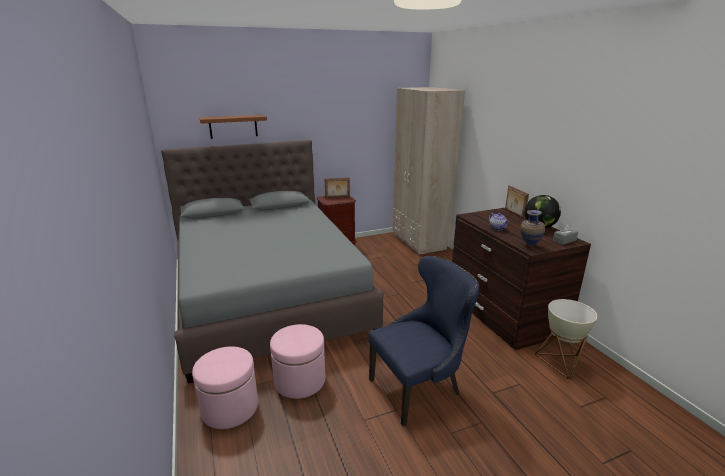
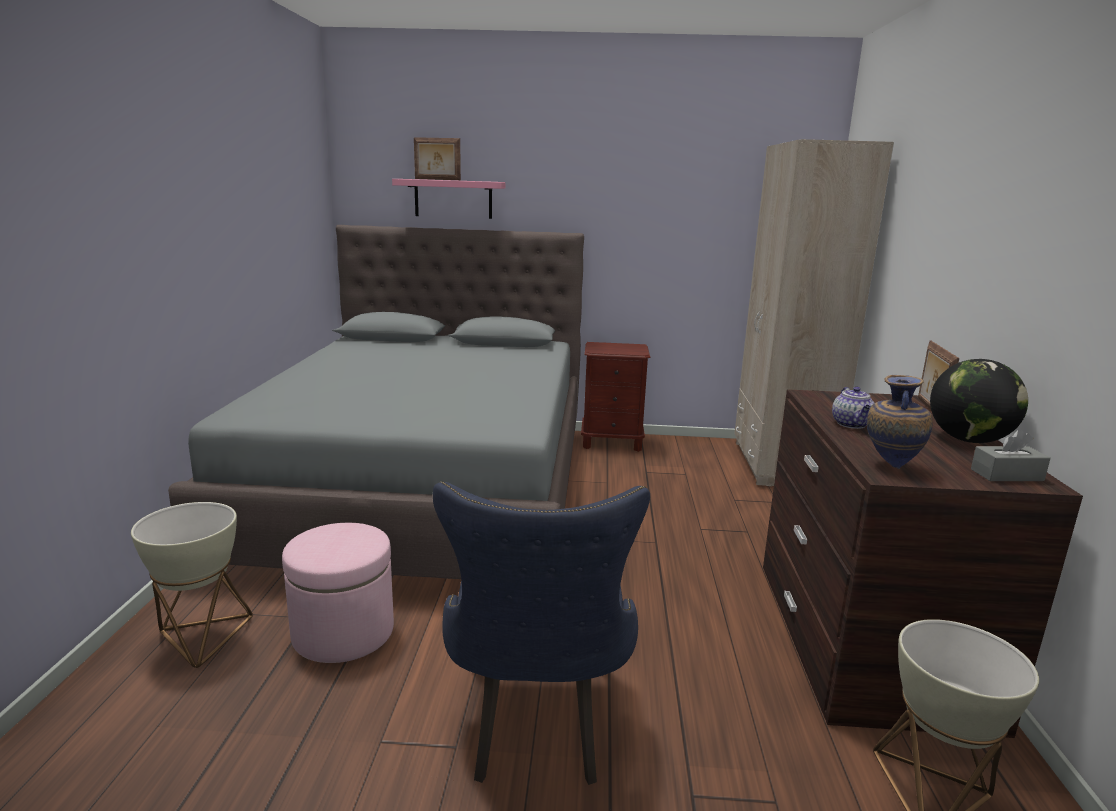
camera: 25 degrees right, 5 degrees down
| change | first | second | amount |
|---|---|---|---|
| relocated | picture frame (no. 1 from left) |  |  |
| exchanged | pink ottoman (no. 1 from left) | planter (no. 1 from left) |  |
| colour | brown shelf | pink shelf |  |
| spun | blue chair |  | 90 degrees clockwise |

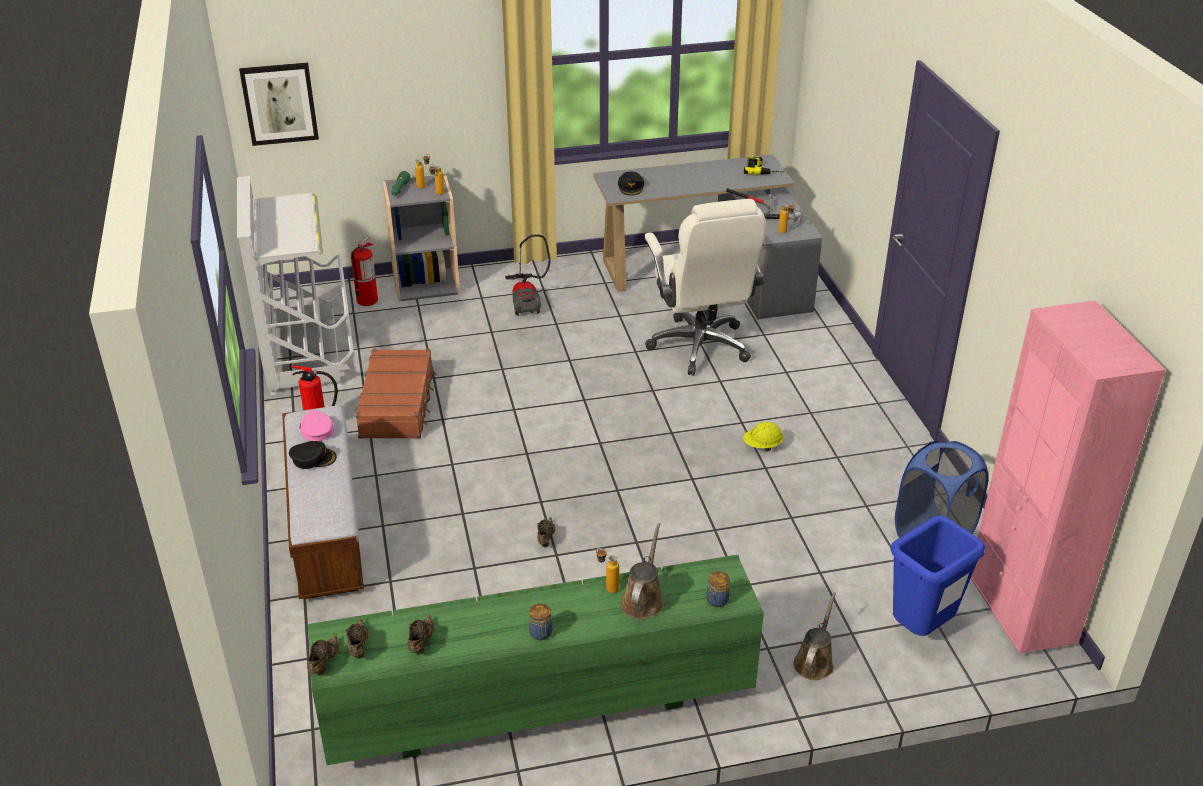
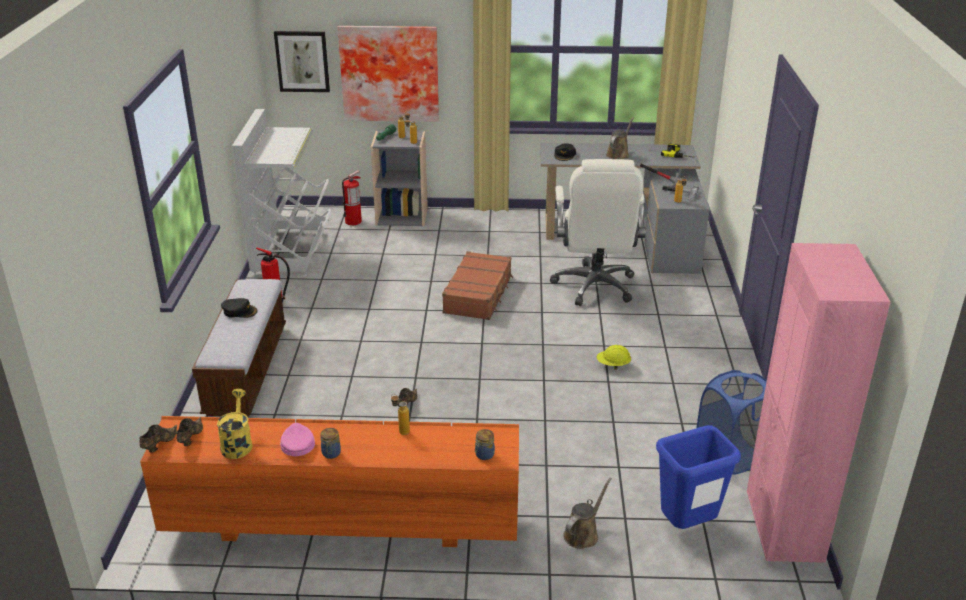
camera: 15 degrees right, 5 degrees down
| change | first | second | amount |
|---|---|---|---|
| missing | vacuum cleaner |  |  |
| appeared |  | picture (no. 2 from left) |  |
| relocated | pink cap |  |  |
| relocated | brown suitcase |  |  |
| relocated | brown watering can (no. 1 from left in the first image) | brown watering can (no. 2 from left) |  |
| exchanged | brown shoe (no. 3 from left) | yellow watering can |  |
| colour | green cabinet | orange cabinet |  |

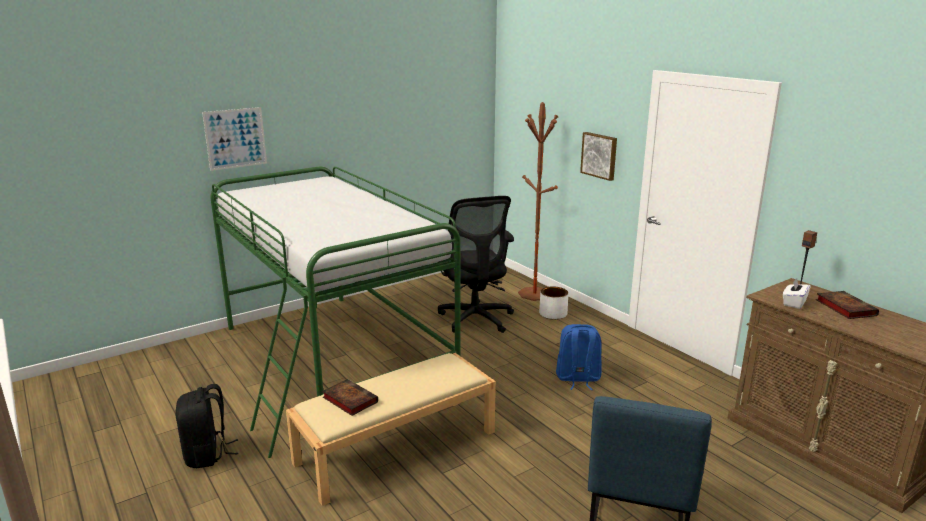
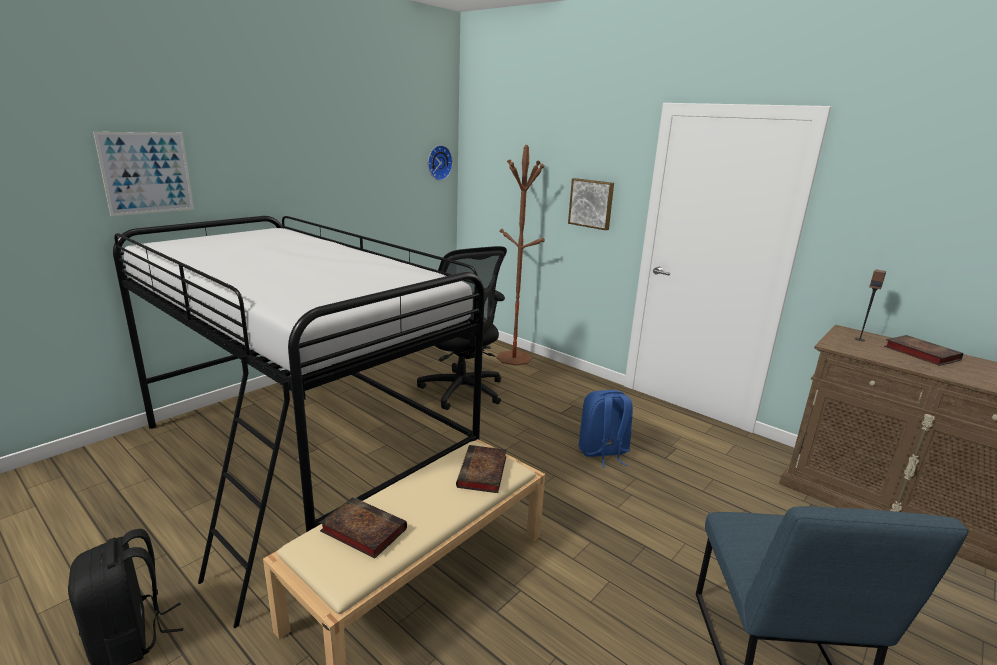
camera: 15 degrees left, 0 degrees up
| change | first | second | amount |
|---|---|---|---|
| missing | white planter |  |  |
| missing | white tissue box |  |  |
| appeared |  | wall clock |  |
| appeared |  | book (no. 2 from left) |  |
| colour | green bed | black bed |  |

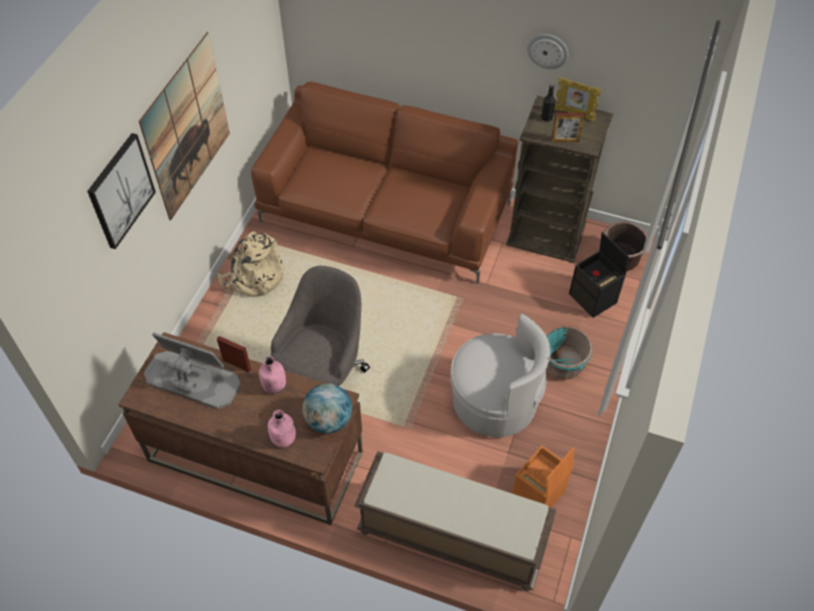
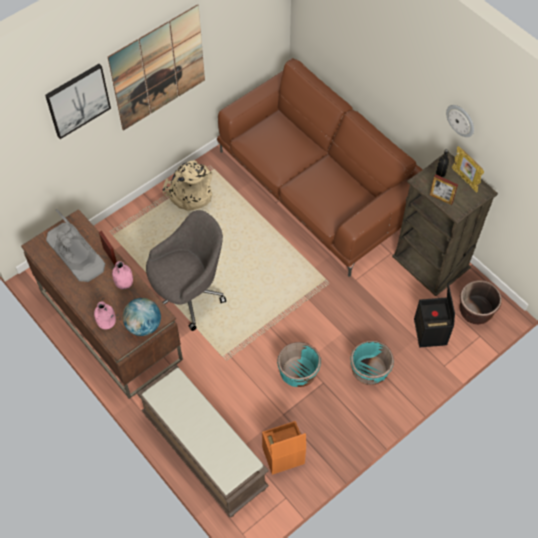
camera: 30 degrees right, 5 degrees up
| change | first | second | amount |
|---|---|---|---|
| exchanged | white armchair | turquoise planter (no. 1 from left) |  |

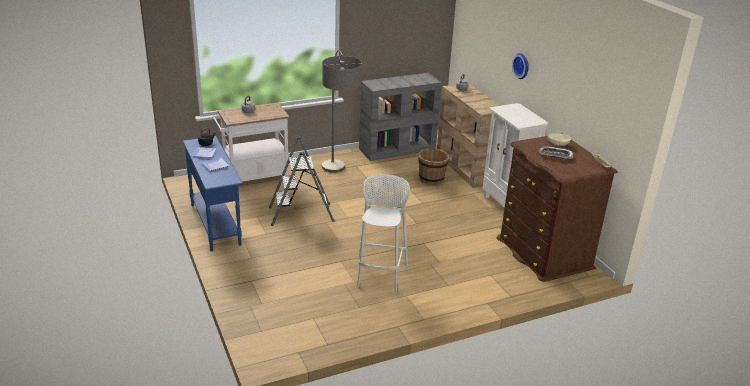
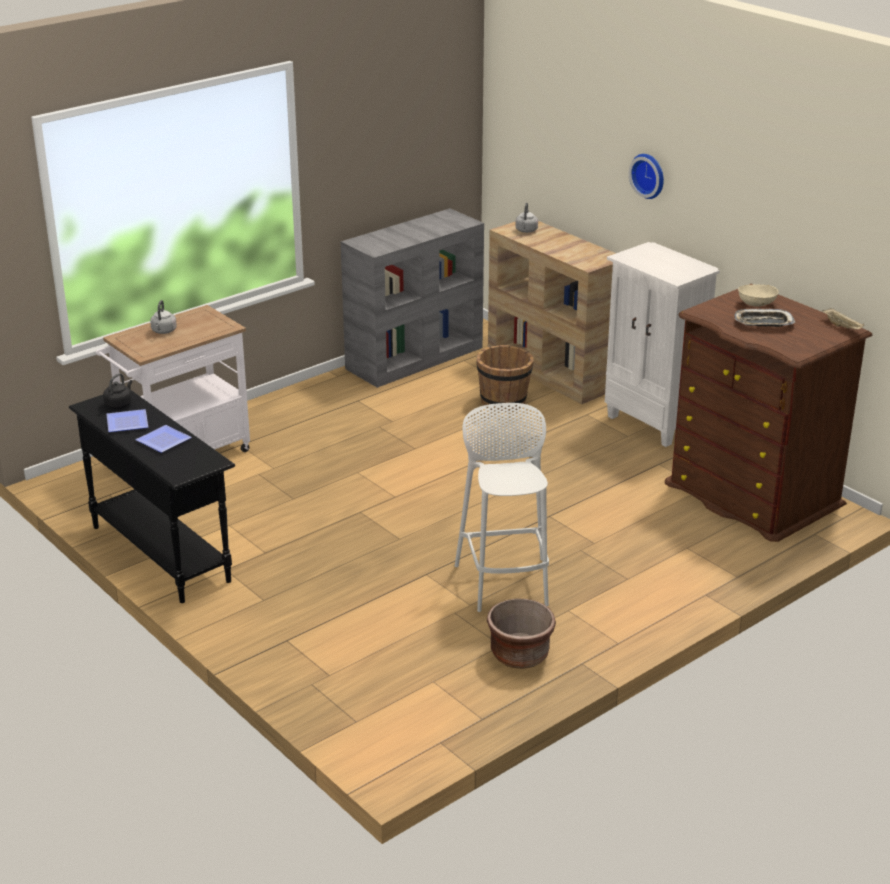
camera: 15 degrees left, 0 degrees up
| change | first | second | amount |
|---|---|---|---|
| missing | grey step ladder |  |  |
| missing | floor lamp |  |  |
| appeared |  | brown planter |  |
| colour | blue console table | black console table |  |

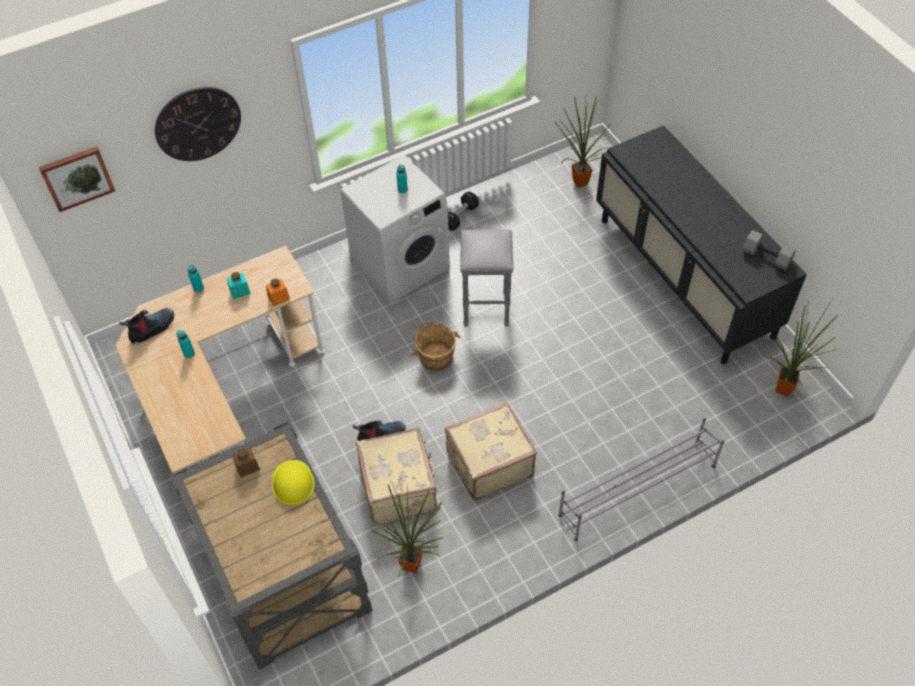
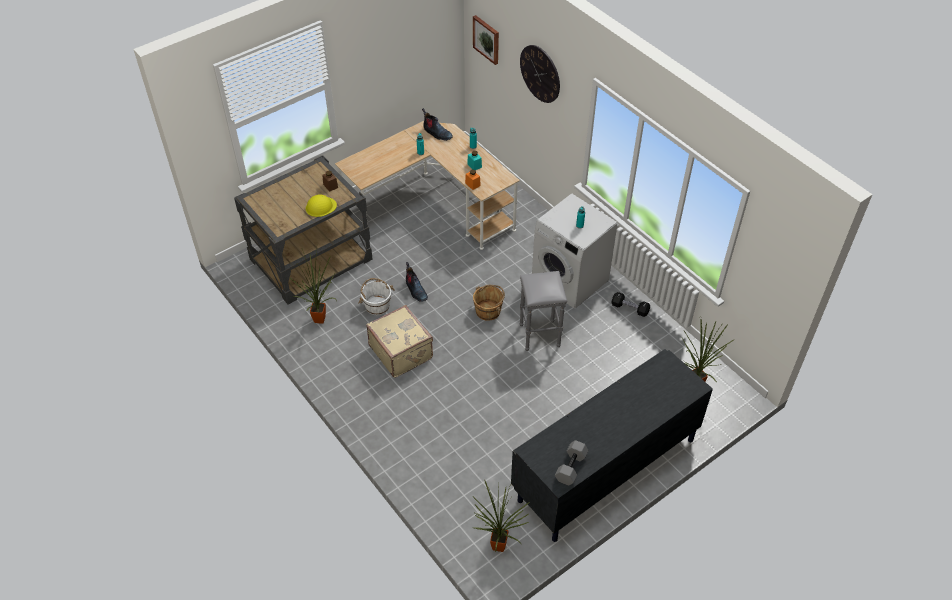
camera: 80 degrees right, 5 degrees down
| change | first | second | amount |
|---|---|---|---|
| missing | grey shoe rack |  |  |
| exchanged | beige suitcase (no. 1 from left) | white bucket |  |

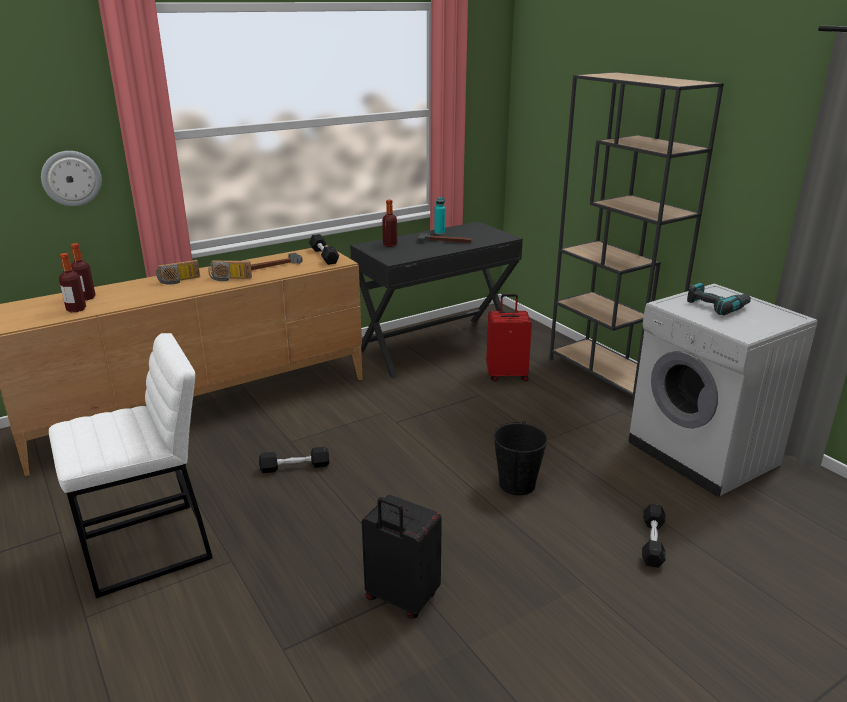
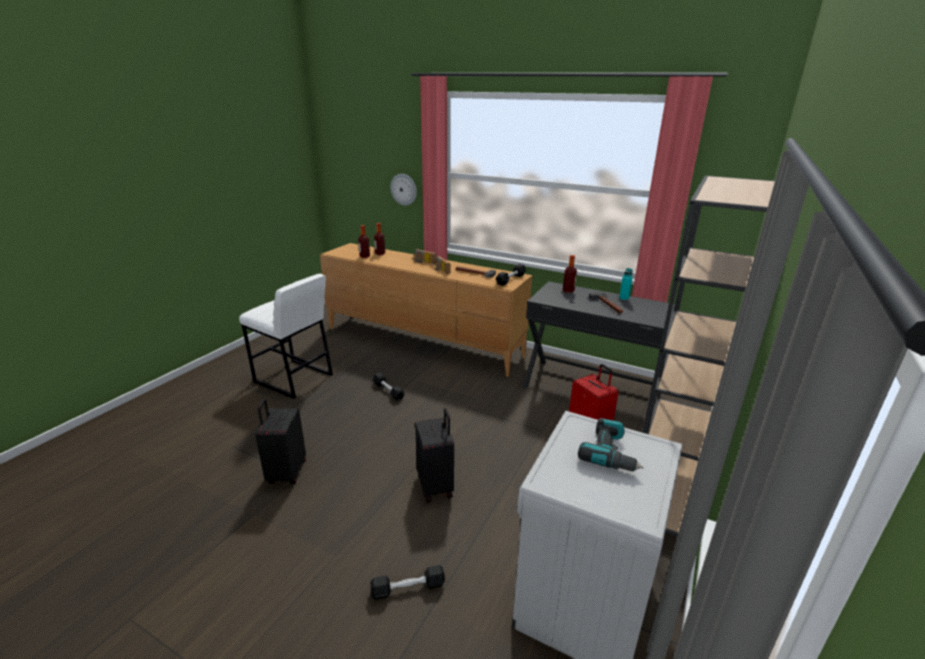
camera: 60 degrees right, 0 degrees up
| change | first | second | amount |
|---|---|---|---|
| exchanged | black bucket | black suitcase (no. 2 from left) |  |

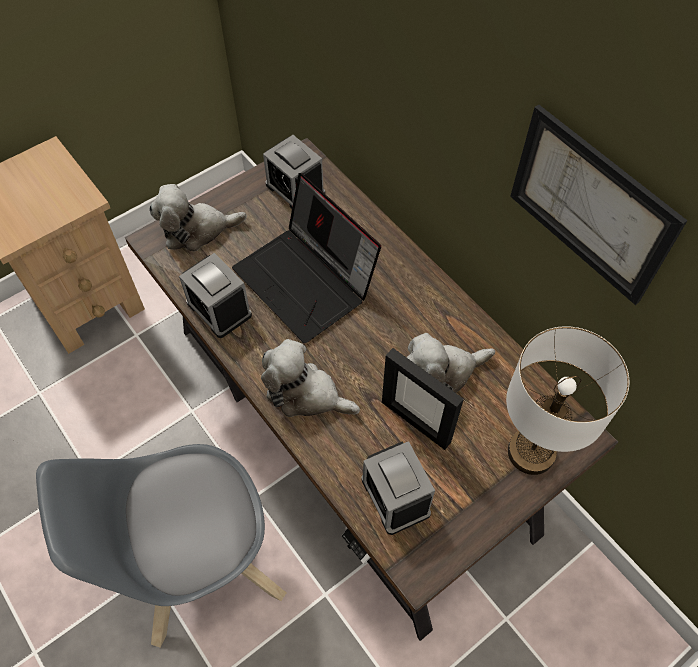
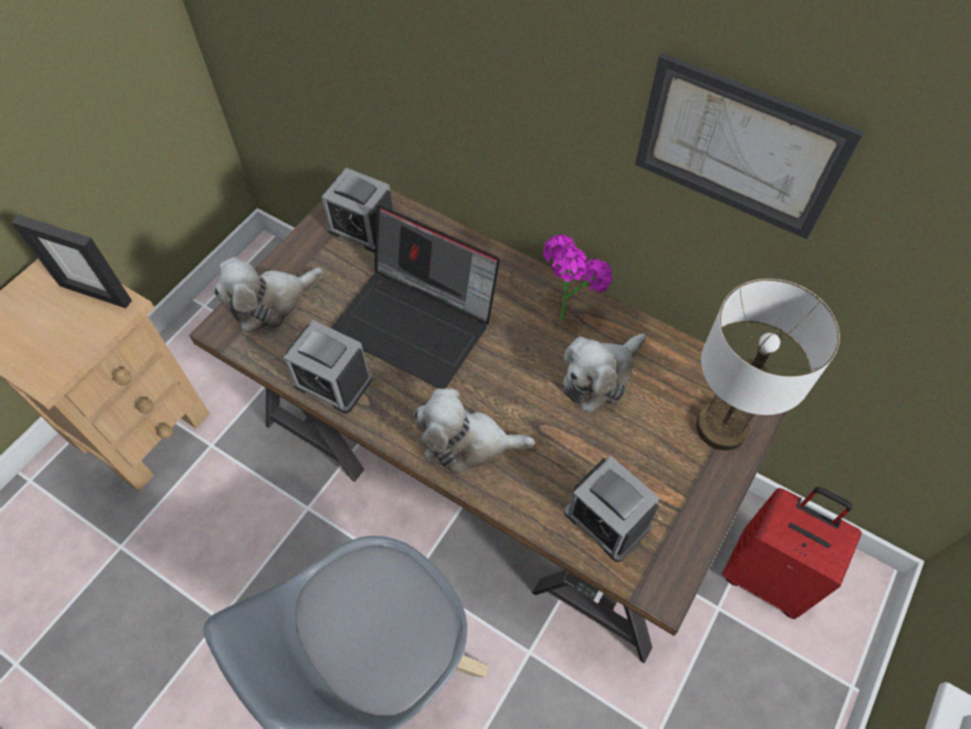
camera: 20 degrees left, 0 degrees up
| change | first | second | amount |
|---|---|---|---|
| appeared |  | potted plant |  |
| appeared |  | red suitcase |  |
| relocated | picture frame |  |  |

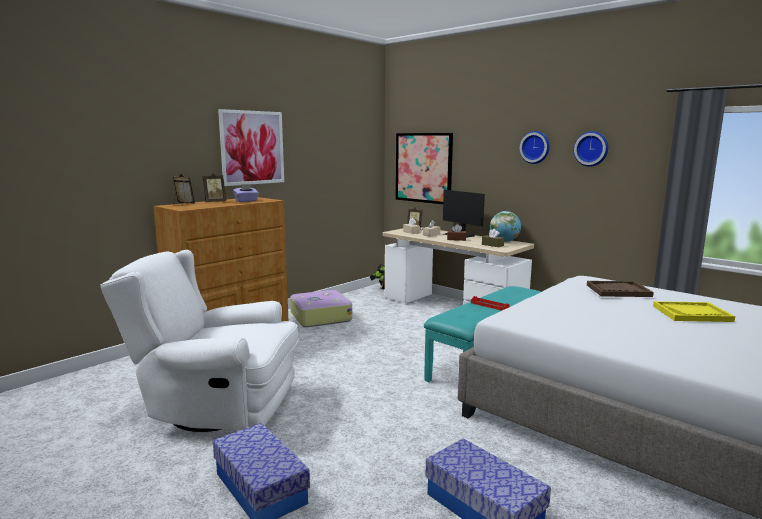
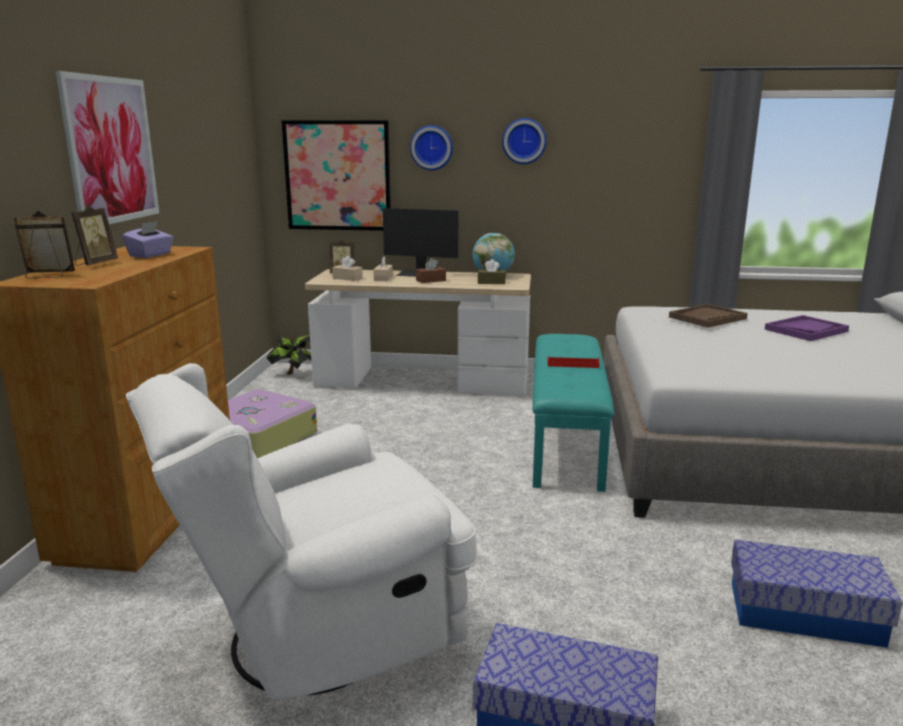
camera: 35 degrees left, 5 degrees up
| change | first | second | amount |
|---|---|---|---|
| relocated | wall clock (no. 2 from left in the first image) | wall clock (no. 1 from left) |  |
| colour | yellow tray | purple tray |  |

